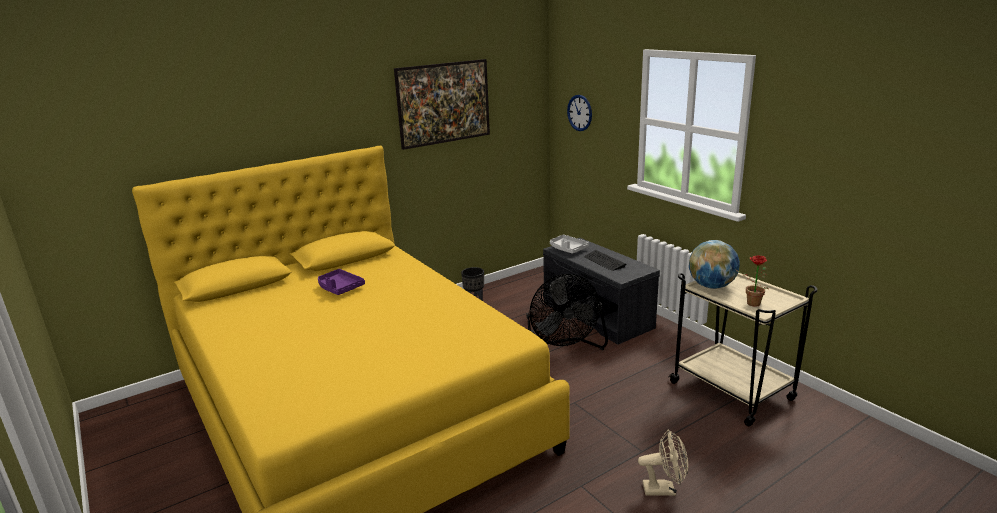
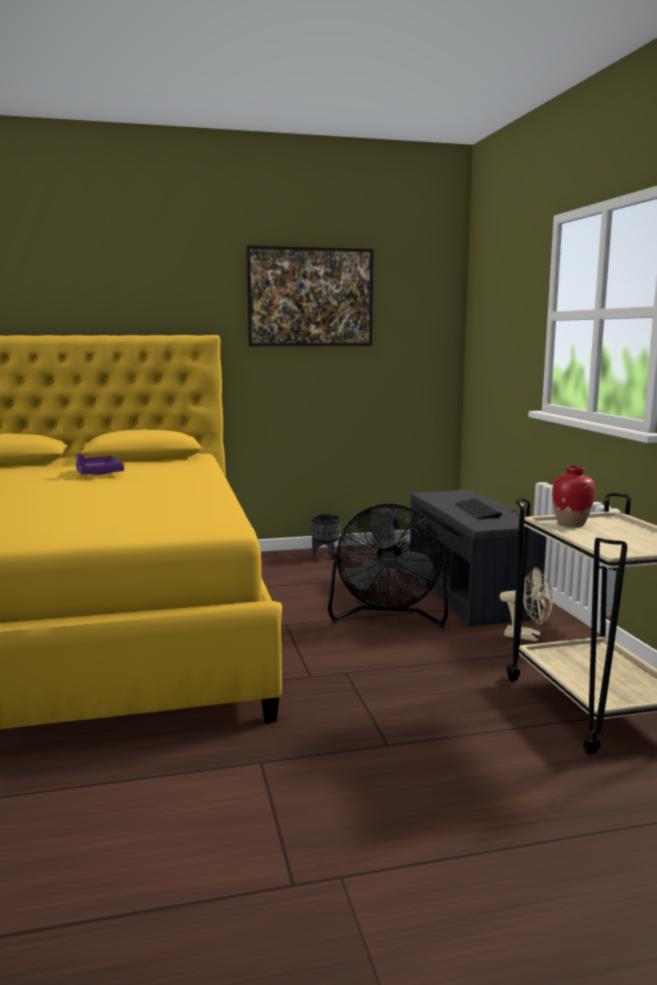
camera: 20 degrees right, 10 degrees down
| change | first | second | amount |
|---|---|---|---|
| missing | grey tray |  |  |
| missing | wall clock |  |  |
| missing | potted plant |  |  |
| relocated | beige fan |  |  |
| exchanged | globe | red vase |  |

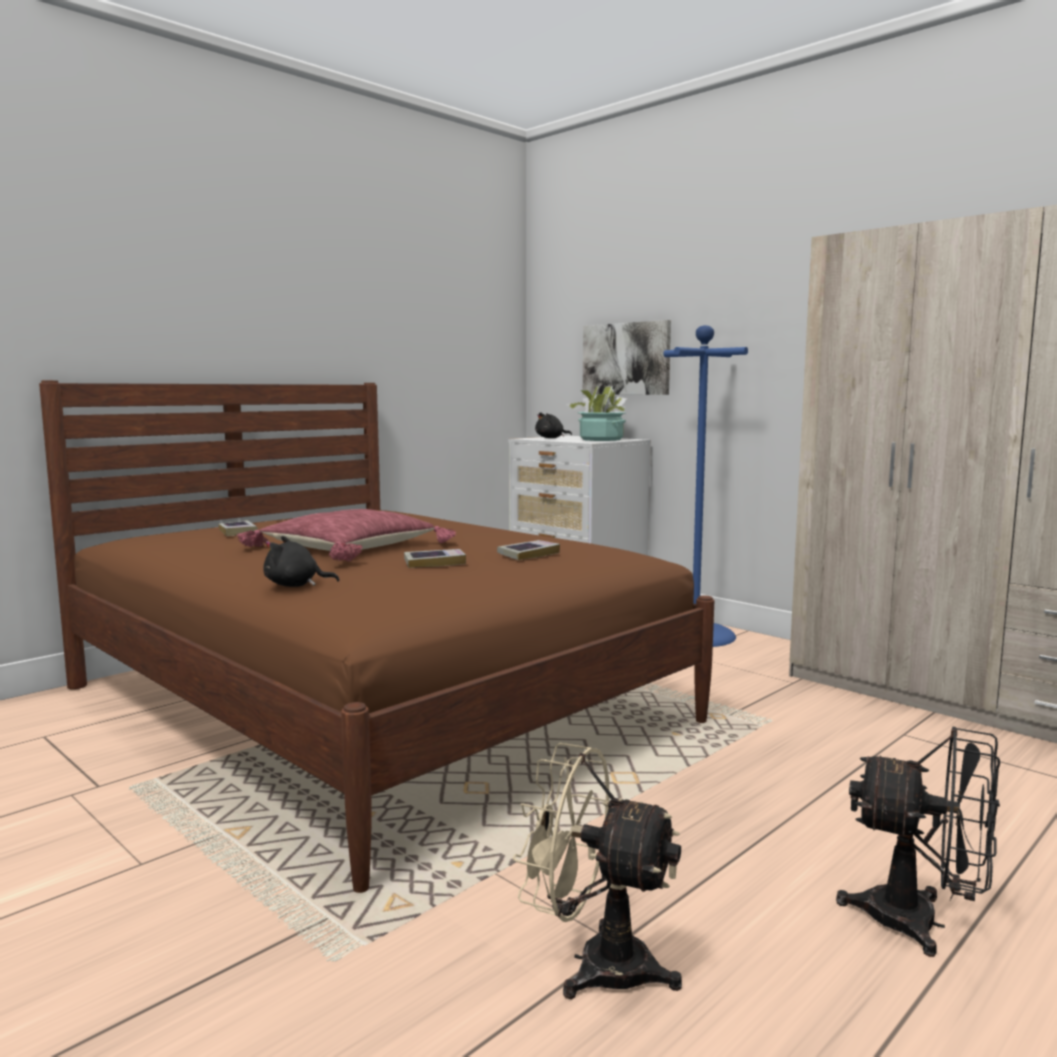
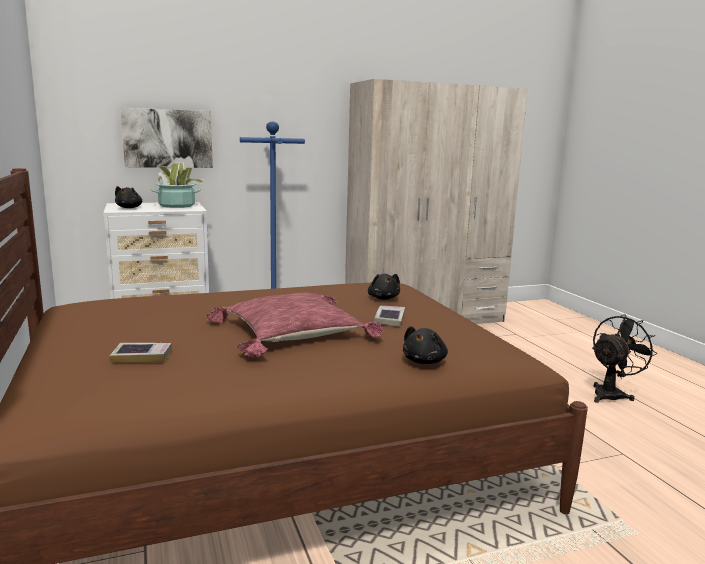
camera: 65 degrees left, 5 degrees up
| change | first | second | amount |
|---|---|---|---|
| missing | beige fan |  |  |
| exchanged | book (no. 3 from left) | black plush toy (no. 2 from left) |  |

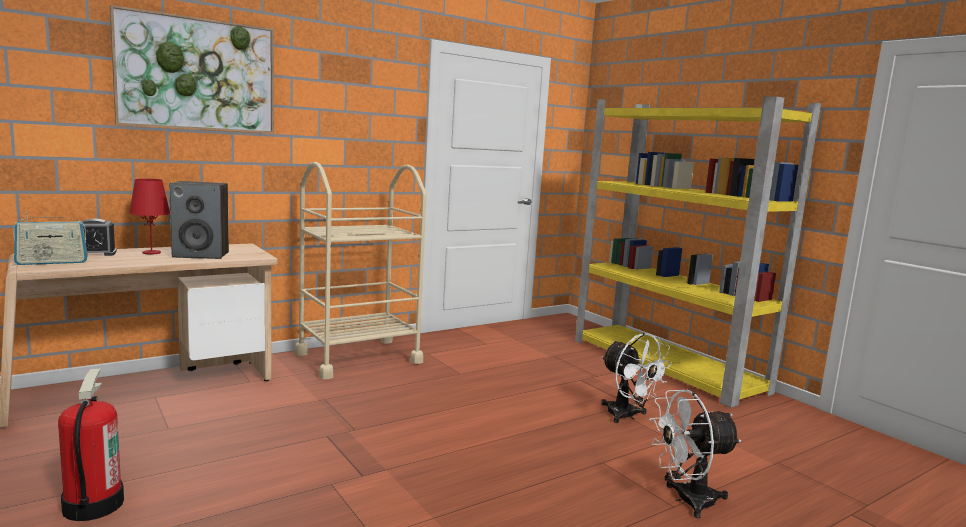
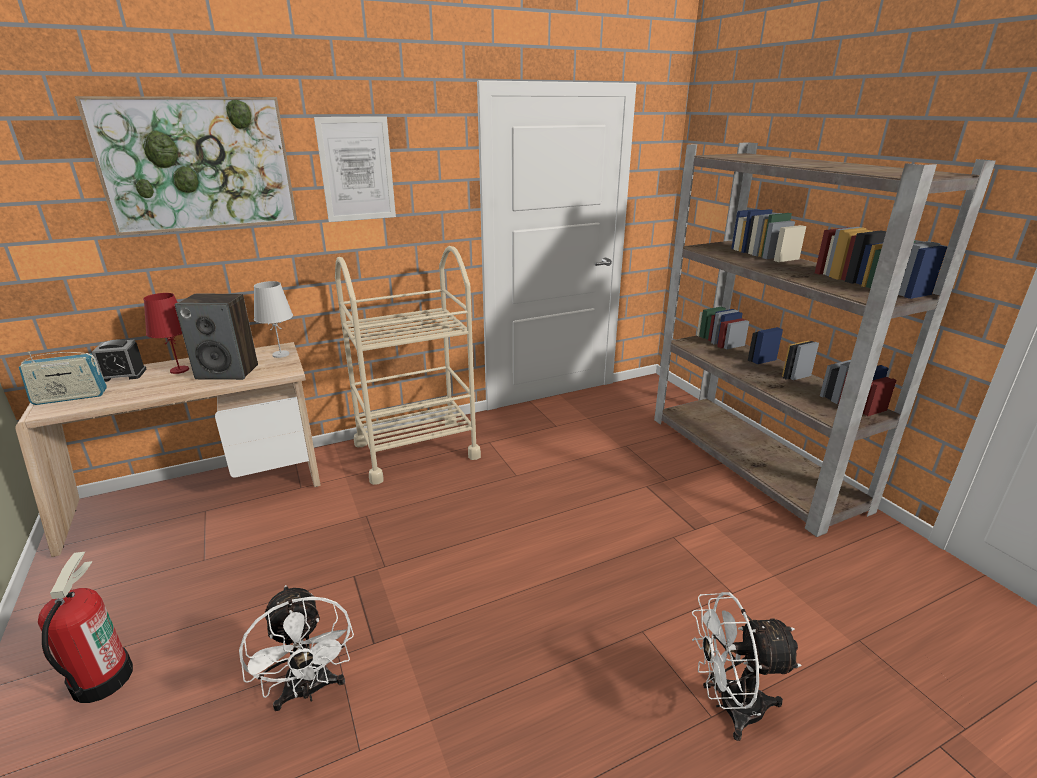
camera: 10 degrees right, 15 degrees up
| change | first | second | amount |
|---|---|---|---|
| appeared |  | white table lamp |  |
| appeared |  | picture (no. 2 from left) |  |
| relocated | white fan (no. 1 from left) |  |  |
| colour | yellow bookcase | brown bookcase |  |

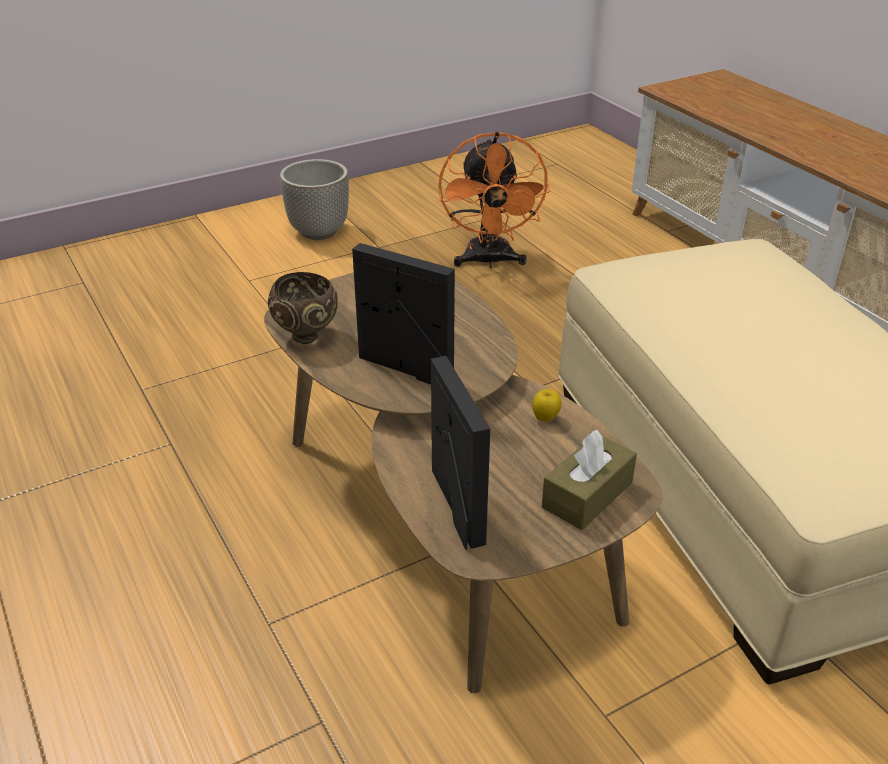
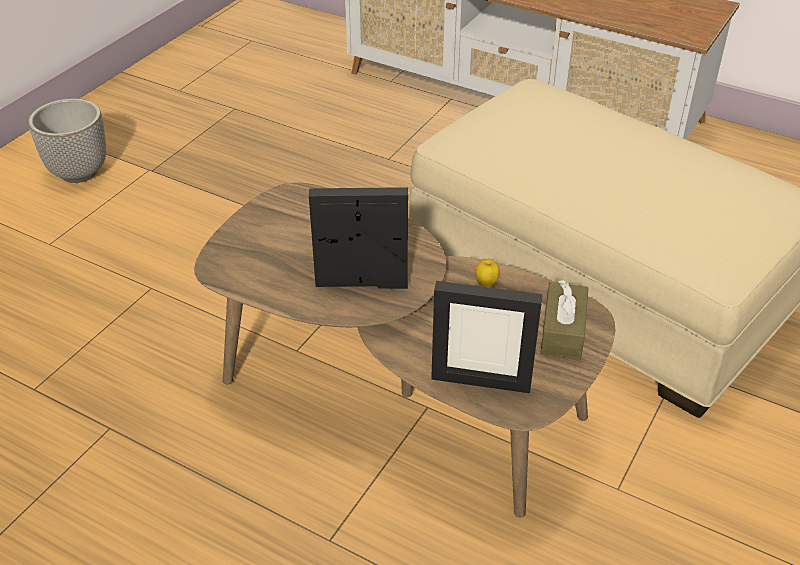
camera: 30 degrees left, 5 degrees up
| change | first | second | amount |
|---|---|---|---|
| missing | brown bowl |  |  |
| missing | orange fan |  |  |
| spun | picture frame (no. 2 from left) |  | 150 degrees clockwise |

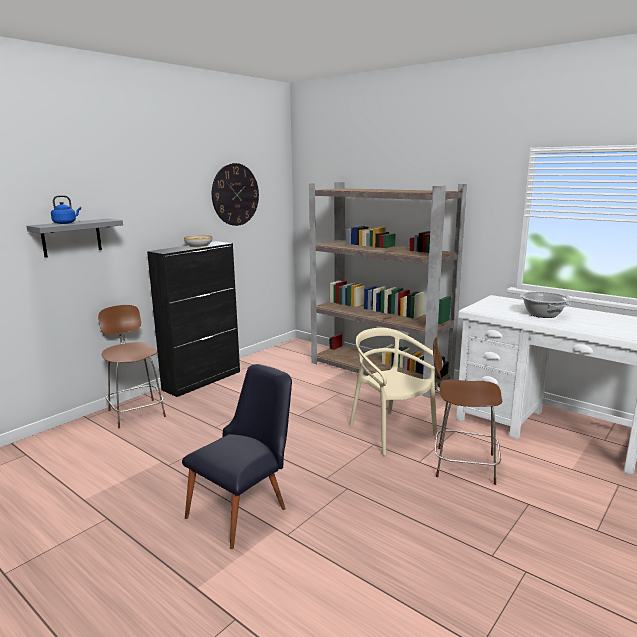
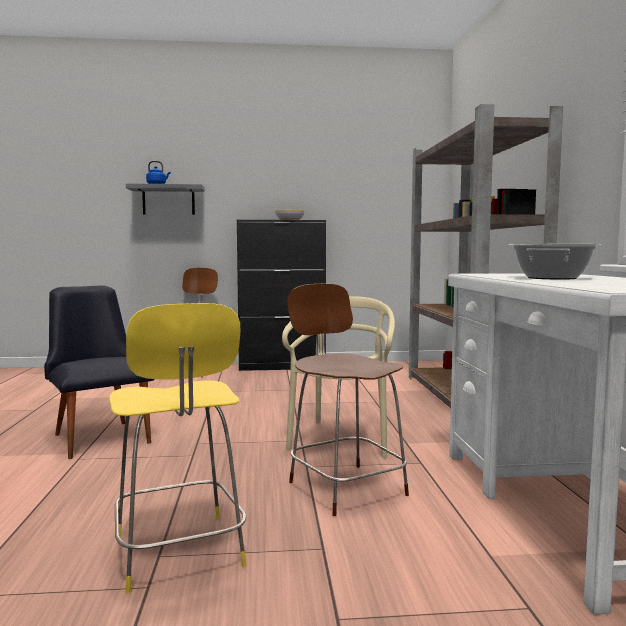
camera: 45 degrees right, 10 degrees down
| change | first | second | amount |
|---|---|---|---|
| missing | wall clock |  |  |
| appeared |  | yellow stool |  |
| spun | black chair |  | 120 degrees counterclockwise |

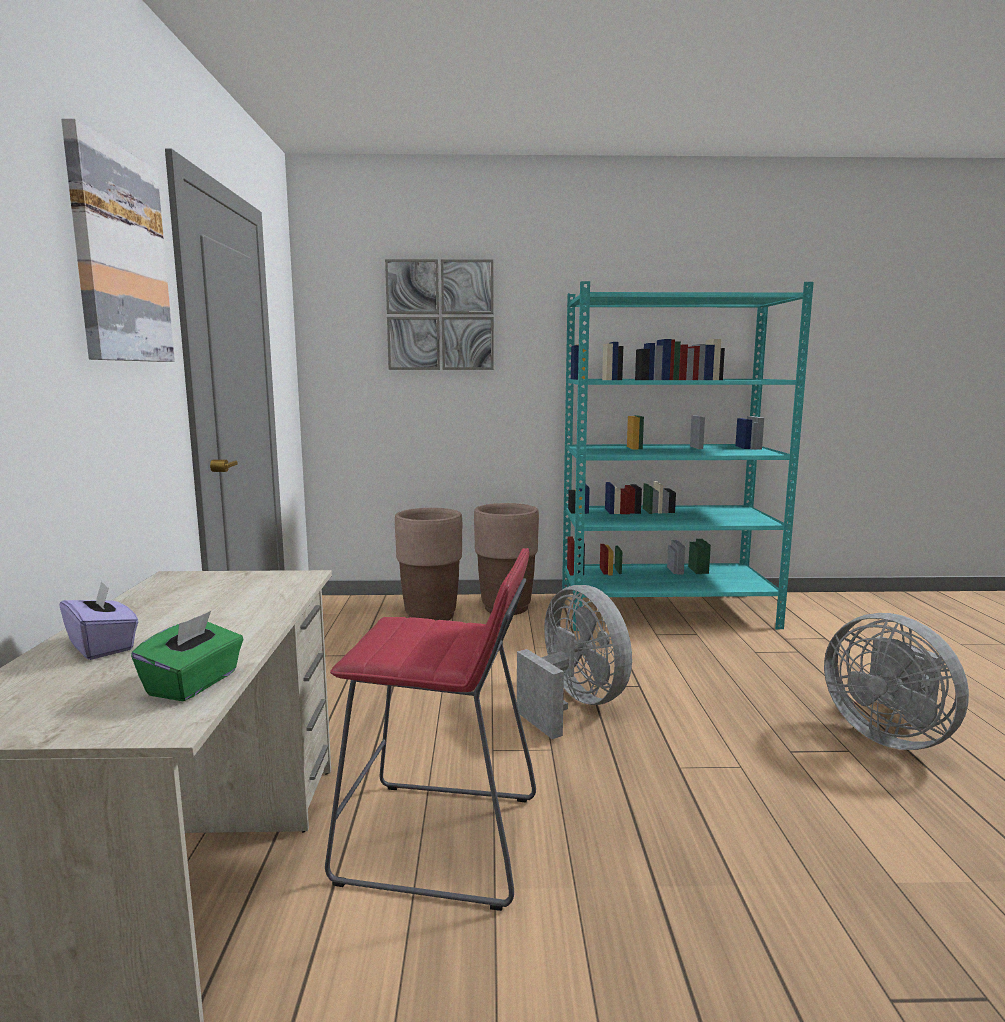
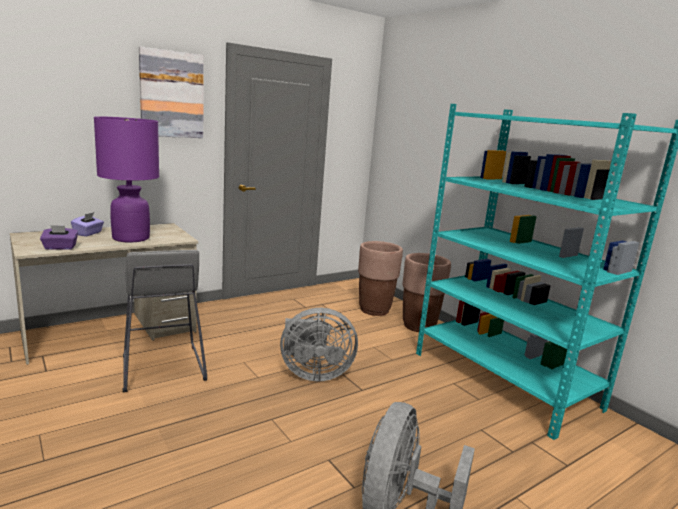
camera: 55 degrees right, 5 degrees up
| change | first | second | amount |
|---|---|---|---|
| missing | picture (no. 2 from left) |  |  |
| appeared |  | purple table lamp |  |
| colour | green tissue box | purple tissue box (no. 1 from left) |  |
| colour | red stool | grey stool |  |
| spun | grey fan (no. 1 from left) |  | 60 degrees clockwise |

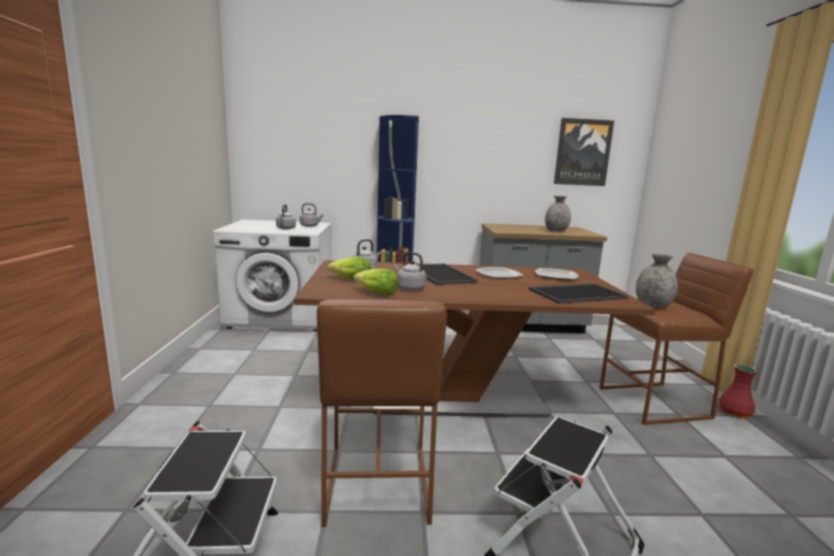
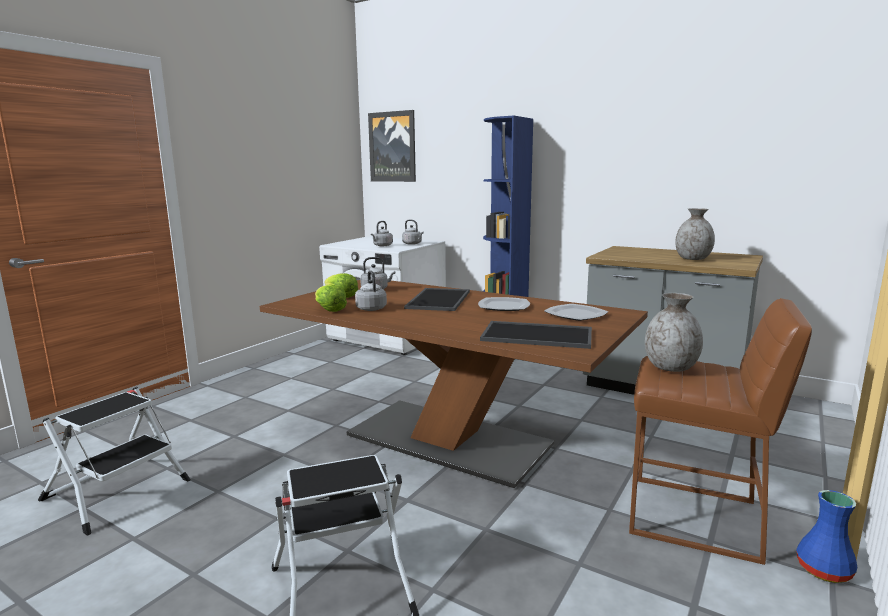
camera: 35 degrees right, 0 degrees up
| change | first | second | amount |
|---|---|---|---|
| missing | brown stool (no. 1 from left) |  |  |
| relocated | picture |  |  |
| colour | red vase | blue vase |  |

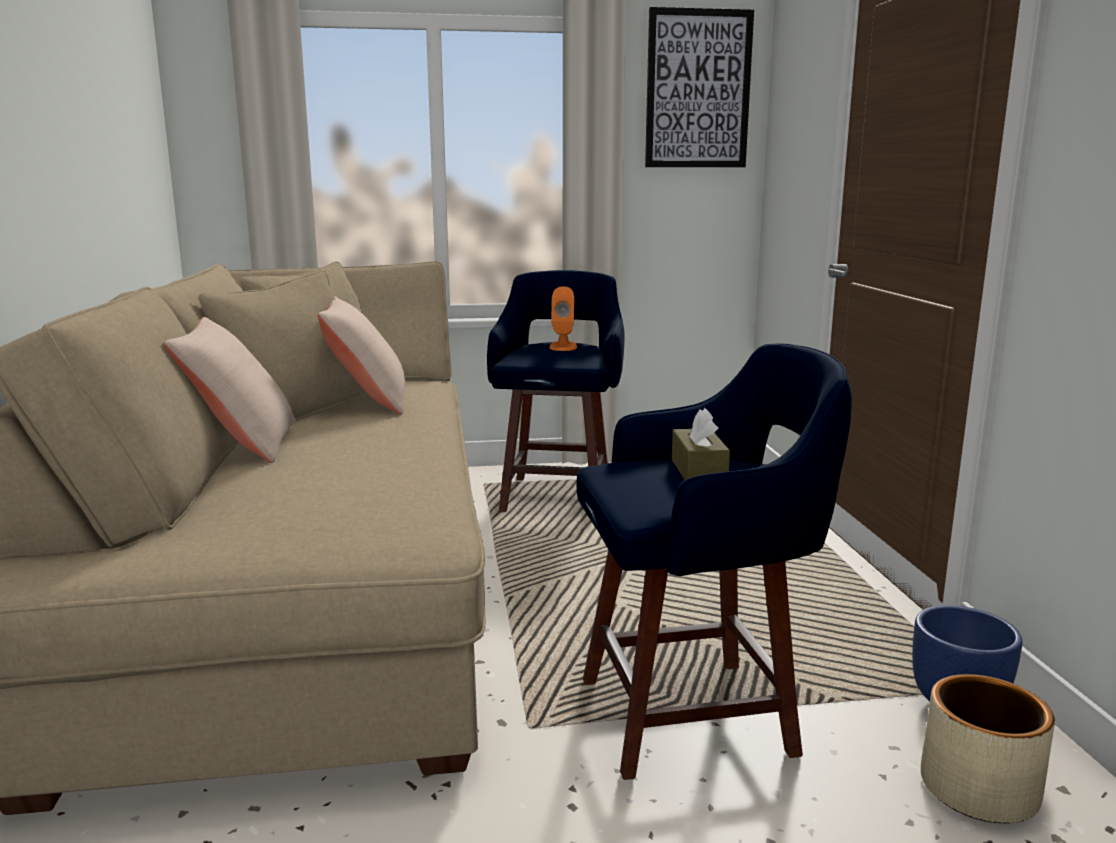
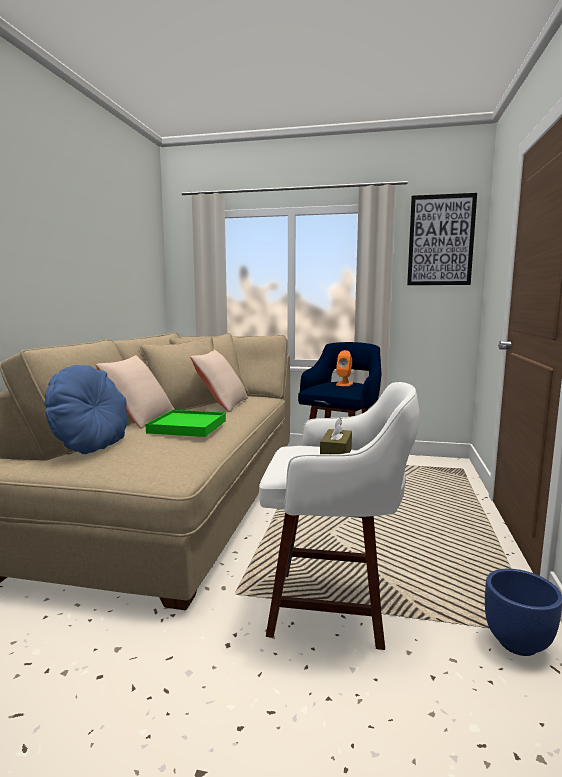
camera: 20 degrees right, 5 degrees down
| change | first | second | amount |
|---|---|---|---|
| missing | beige planter |  |  |
| appeared |  | blue pillow |  |
| appeared |  | green tray |  |
| colour | blue stool (no. 2 from left) | white stool |  |

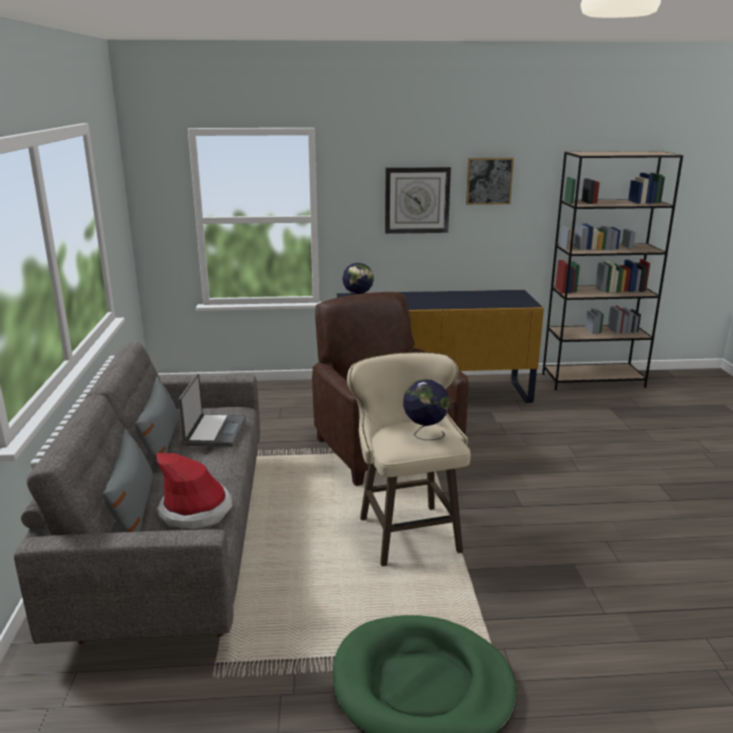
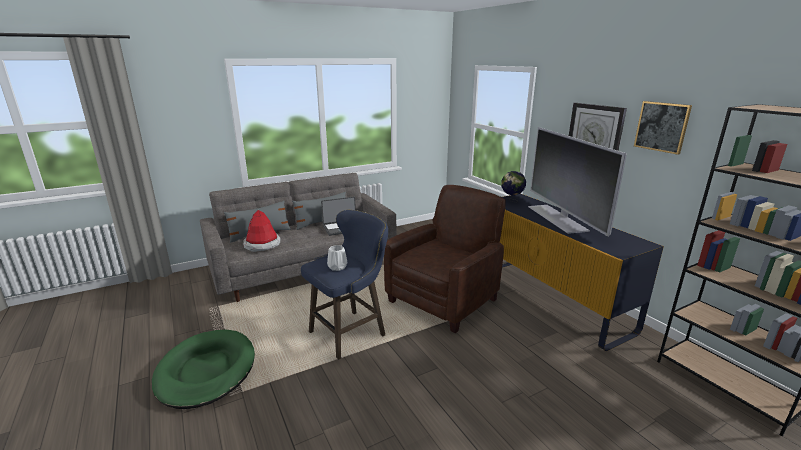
camera: 65 degrees right, 0 degrees up
| change | first | second | amount |
|---|---|---|---|
| appeared |  | television |  |
| exchanged | globe (no. 2 from left) | white vase |  |
| colour | beige stool | blue stool |  |

